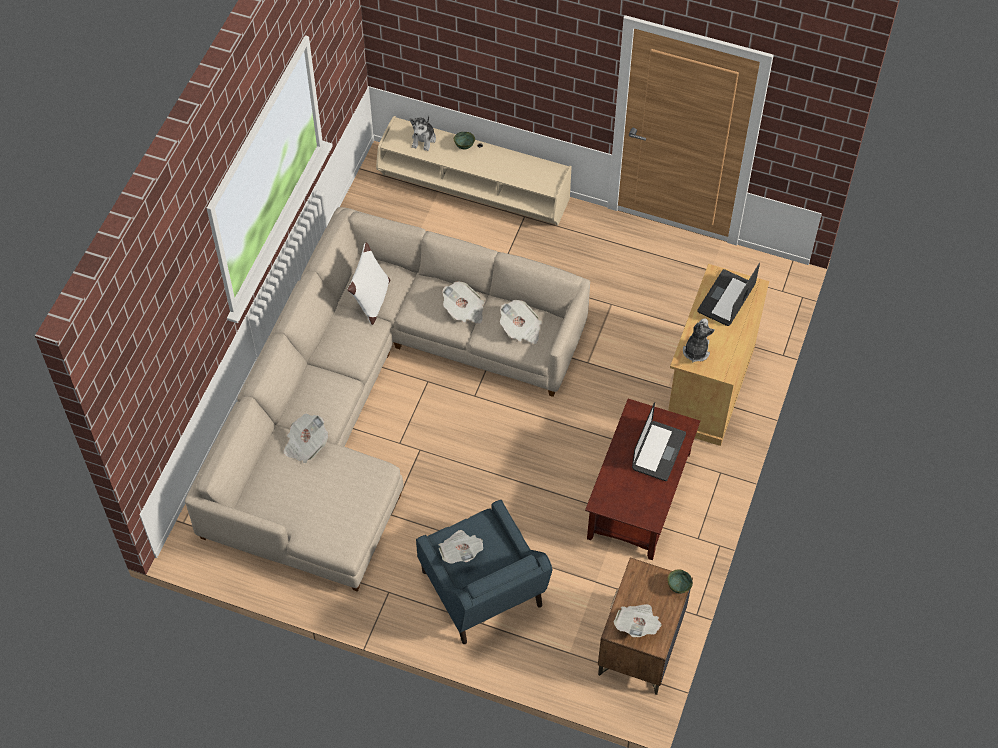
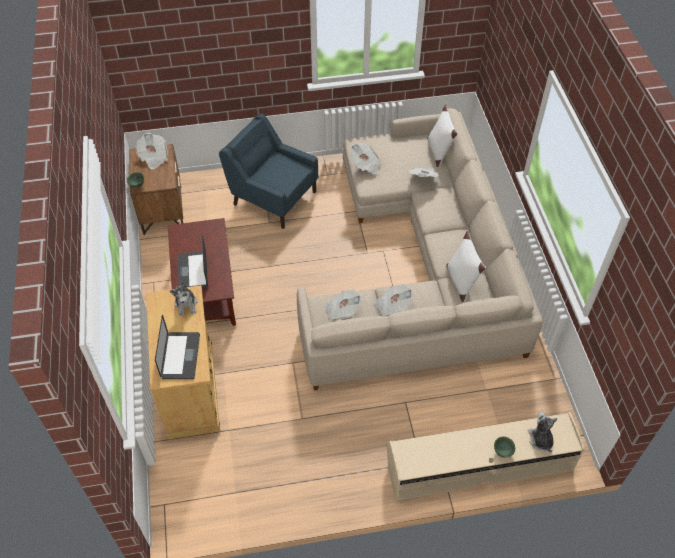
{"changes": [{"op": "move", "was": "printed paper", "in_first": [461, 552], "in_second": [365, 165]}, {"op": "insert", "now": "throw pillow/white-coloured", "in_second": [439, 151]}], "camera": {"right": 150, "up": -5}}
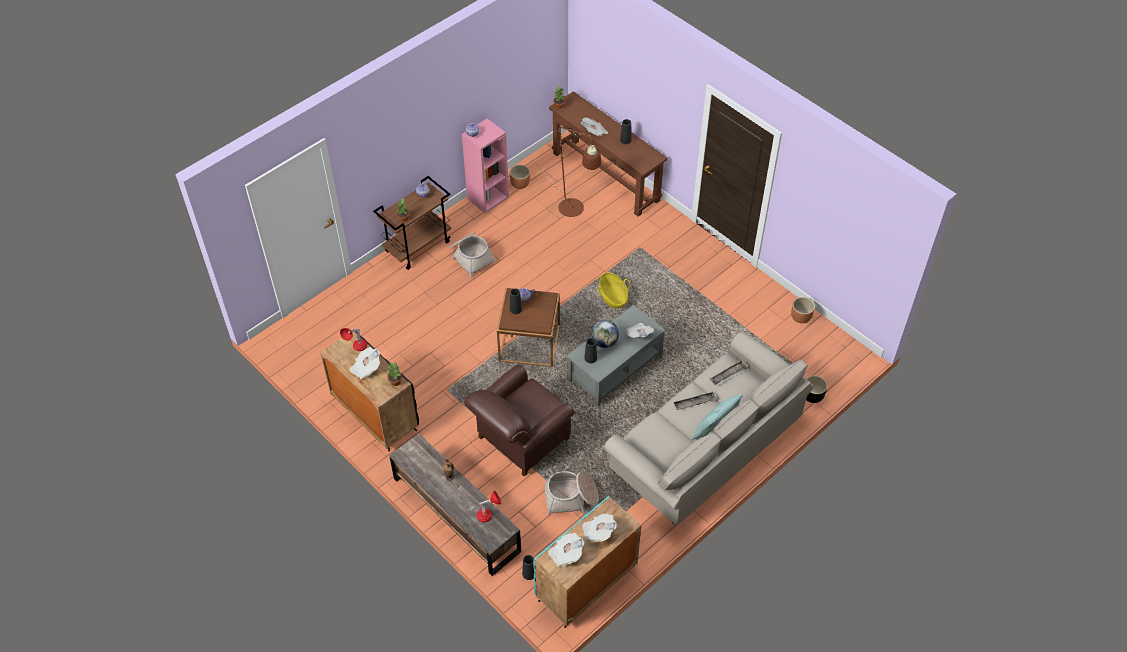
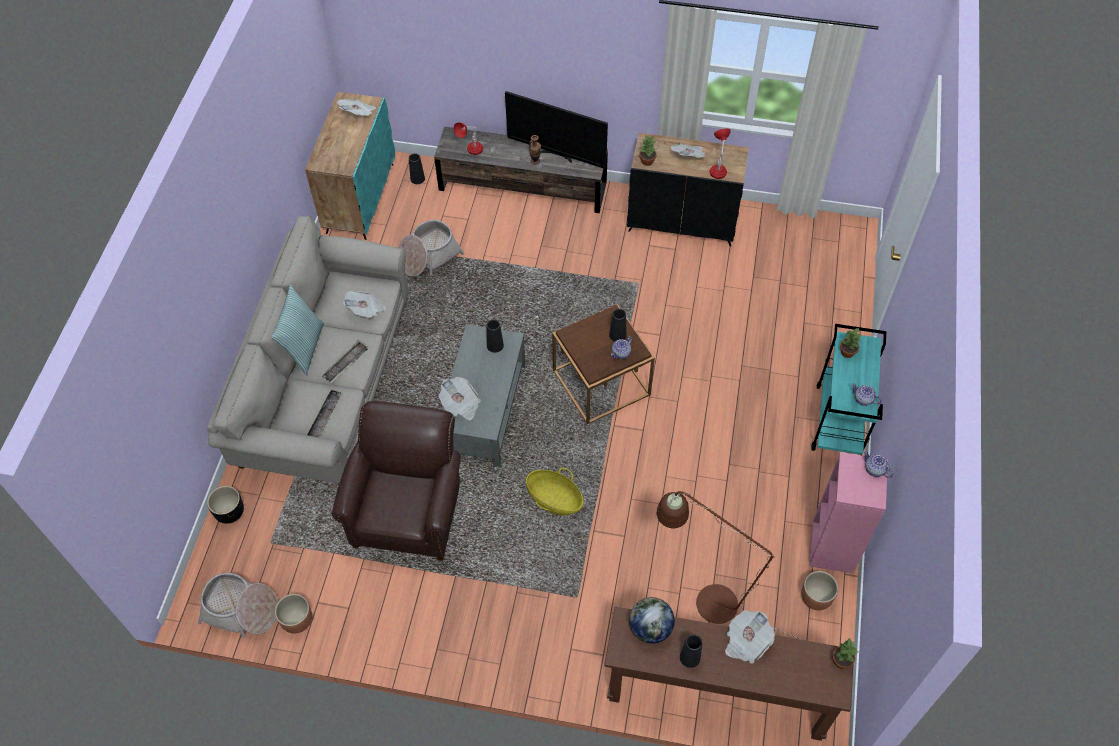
{"changes": [{"op": "recolor", "was": "cart/brown-coloured", "now": "cart/turquoise-coloured", "in_first": [418, 246], "in_second": [839, 422]}, {"op": "move", "was": "storage basket", "in_first": [470, 257], "in_second": [241, 610]}, {"op": "move", "was": "lounge chair/brown-coloured", "in_first": [520, 440], "in_second": [409, 510]}, {"op": "move", "was": "printed paper", "in_first": [598, 532], "in_second": [366, 310]}, {"op": "move", "was": "desk globe", "in_first": [604, 342], "in_second": [650, 628]}, {"op": "insert", "now": "television", "in_second": [557, 155]}], "camera": {"right": 145, "up": 5}}
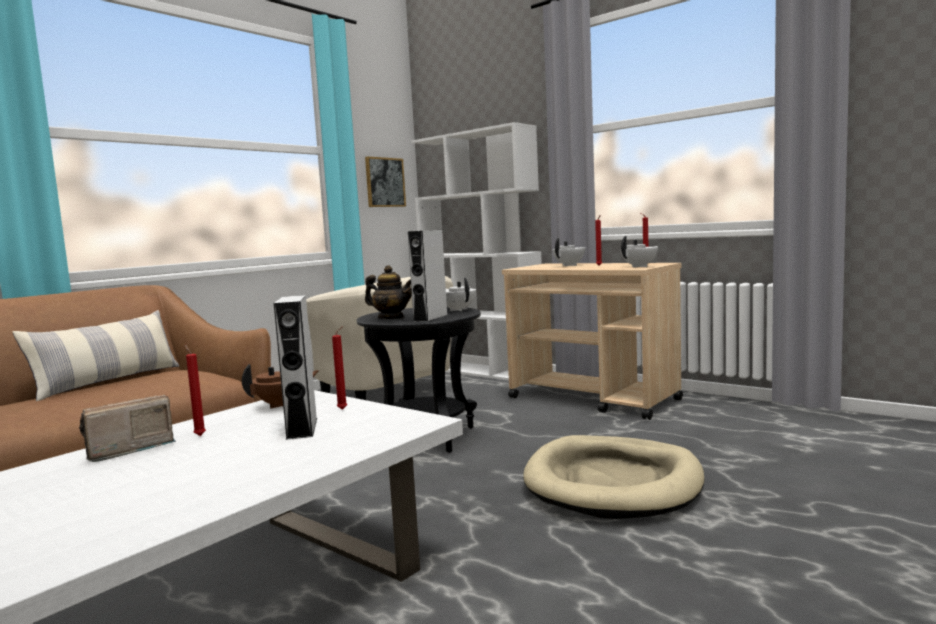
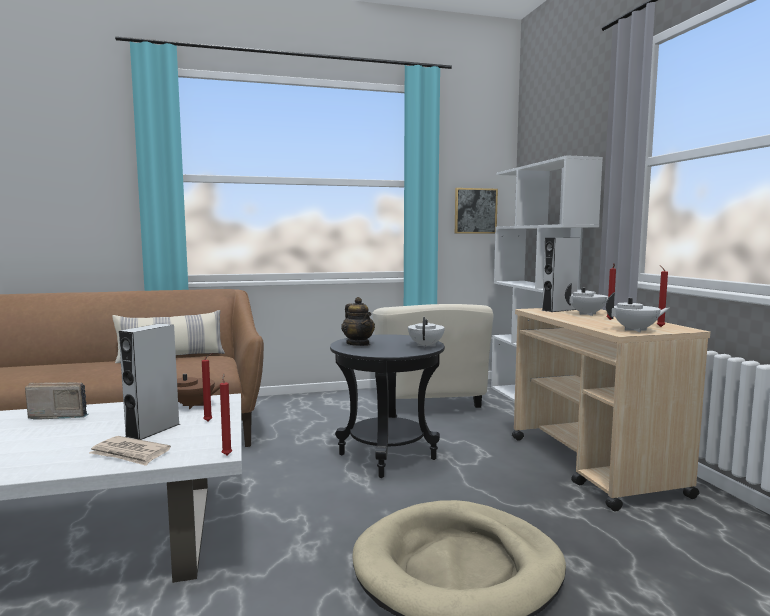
{"changes": [{"op": "move", "was": "candle/red", "in_first": [199, 435], "in_second": [227, 454]}, {"op": "move", "was": "loudspeaker/gray", "in_first": [430, 318], "in_second": [559, 310]}, {"op": "insert", "now": "printed paper", "in_second": [130, 454]}], "camera": {"right": 35, "up": 0}}
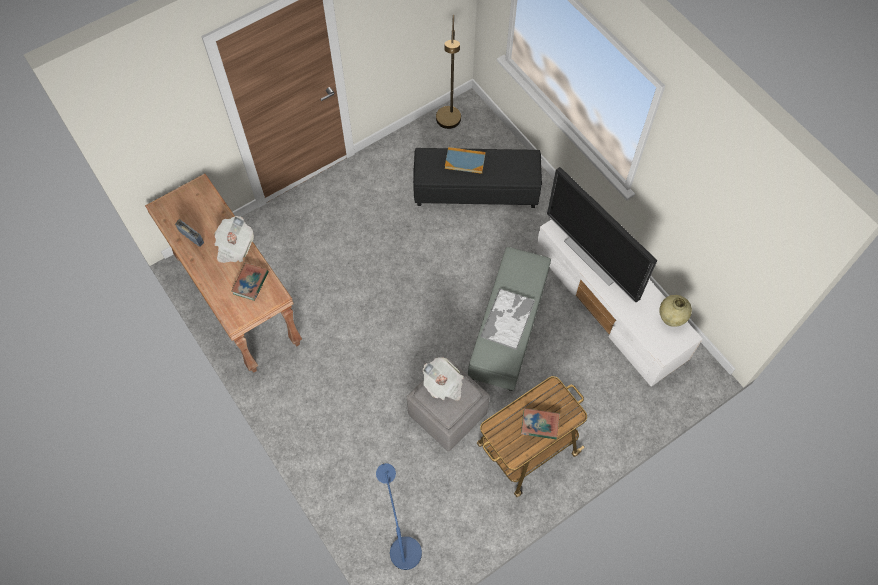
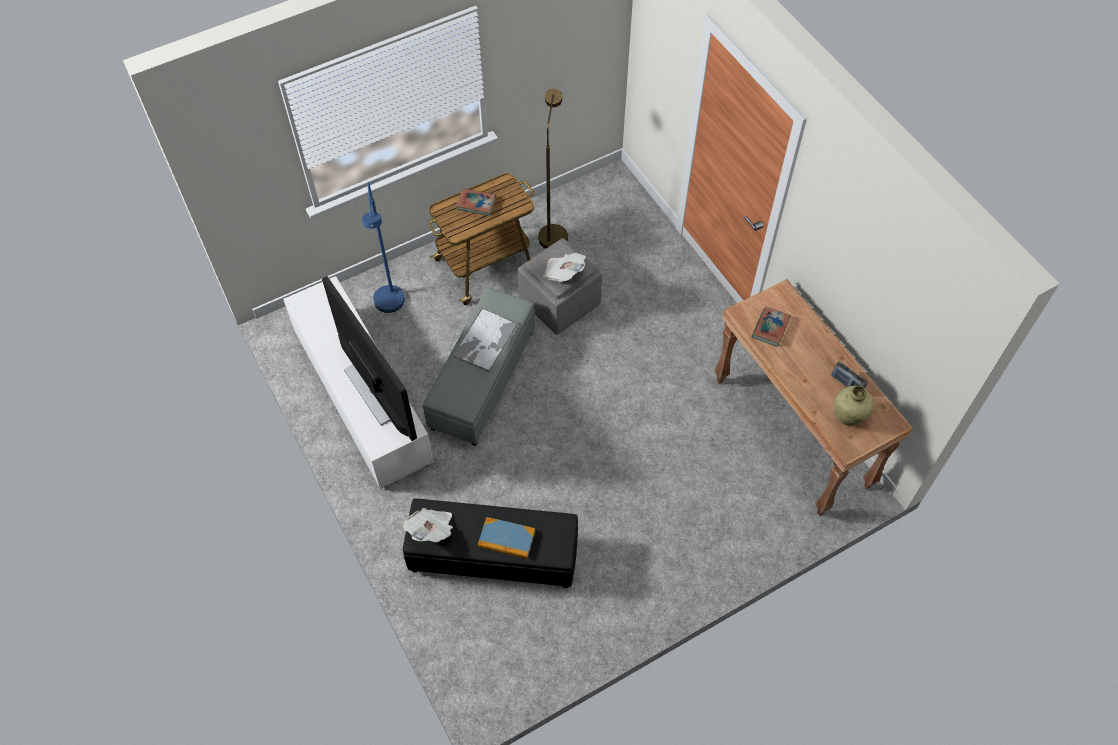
{"changes": [{"op": "move", "was": "printed paper", "in_first": [234, 246], "in_second": [431, 530]}, {"op": "move", "was": "standing lamp/blue-coloured", "in_first": [402, 544], "in_second": [391, 307]}, {"op": "move", "was": "standing lamp/brown-coloured", "in_first": [449, 124], "in_second": [553, 231]}, {"op": "move", "was": "vase/beige", "in_first": [670, 319], "in_second": [848, 416]}], "camera": {"right": -175, "up": -5}}
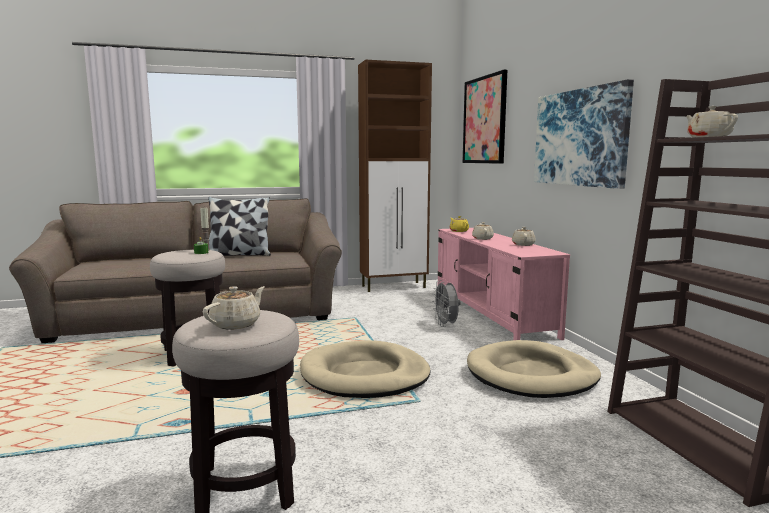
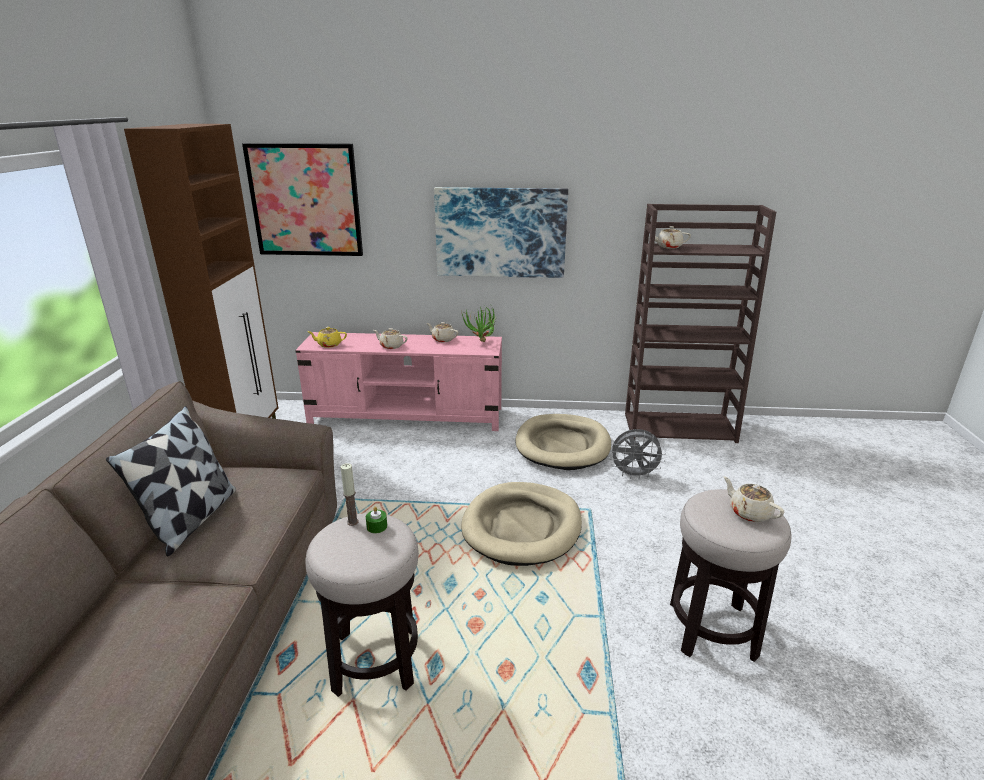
{"changes": [{"op": "move", "was": "electric fan/gray", "in_first": [446, 325], "in_second": [634, 475]}, {"op": "insert", "now": "potted plant", "in_second": [481, 343]}], "camera": {"right": -70, "up": 15}}
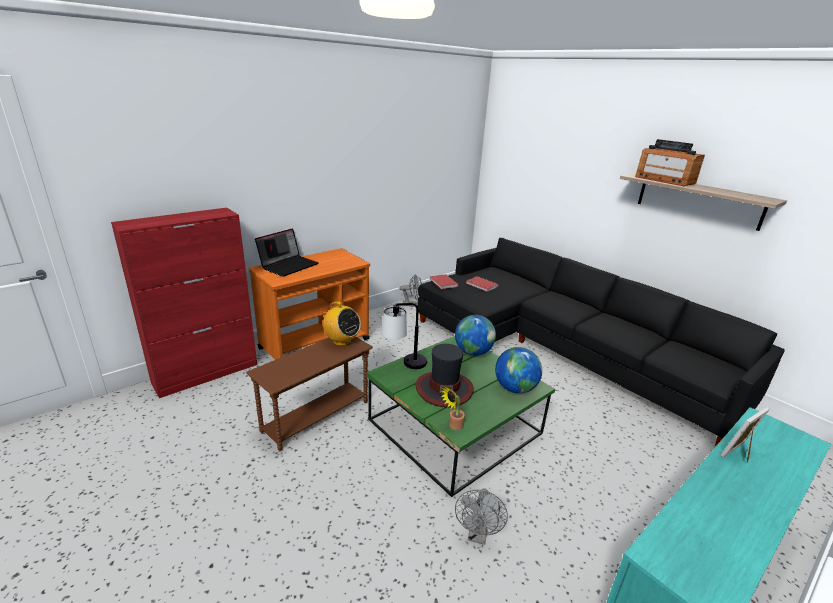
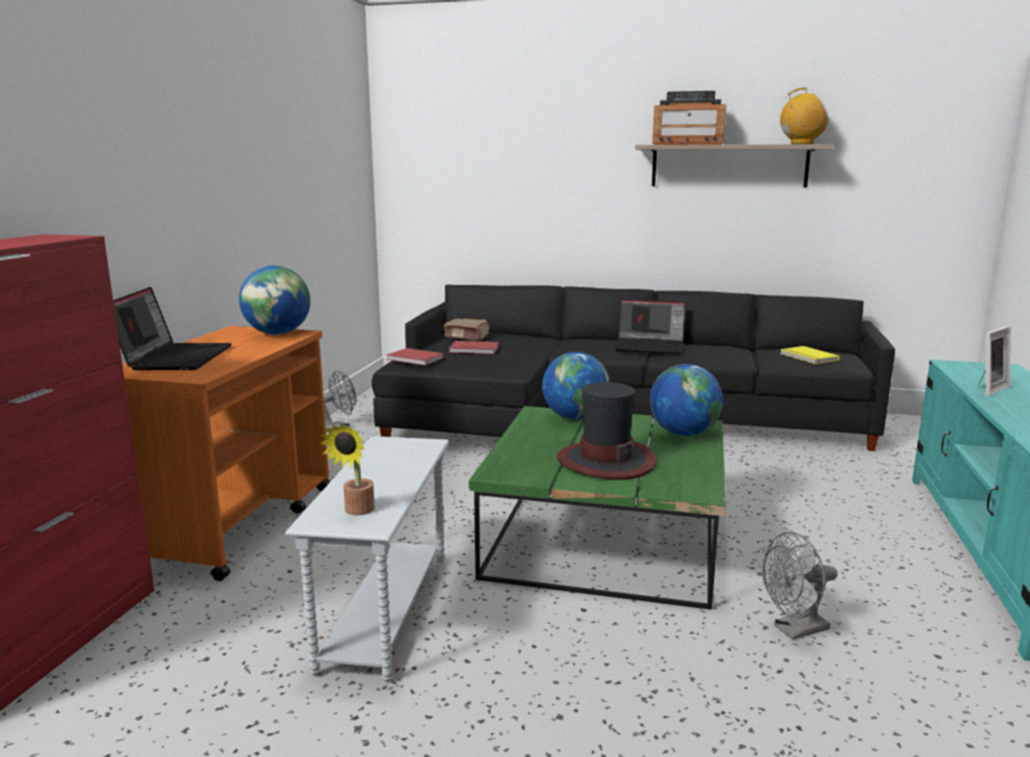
{"changes": [{"op": "recolor", "was": "accent table/brown-coloured", "now": "accent table/white-coloured", "in_first": [316, 416], "in_second": [384, 612]}, {"op": "move", "was": "radio", "in_first": [341, 341], "in_second": [801, 144]}, {"op": "delete", "was": "tabletop lamp", "in_first": [404, 364]}, {"op": "move", "was": "potted plant", "in_first": [453, 426], "in_second": [356, 511]}, {"op": "rotate", "was": "electric fan/gray", "in_first": [478, 535], "in_second": [795, 630], "clockwise": 90}, {"op": "rotate", "was": "picture frame", "in_first": [740, 454], "in_second": [987, 389], "clockwise": -150}, {"op": "insert", "now": "desk globe", "in_second": [278, 333]}, {"op": "insert", "now": "bound book/brown-coloured", "in_second": [467, 337]}, {"op": "insert", "now": "portable computer", "in_second": [650, 347]}, {"op": "insert", "now": "bound book/yellow-coloured", "in_second": [807, 357]}], "camera": {"right": -35, "up": -10}}
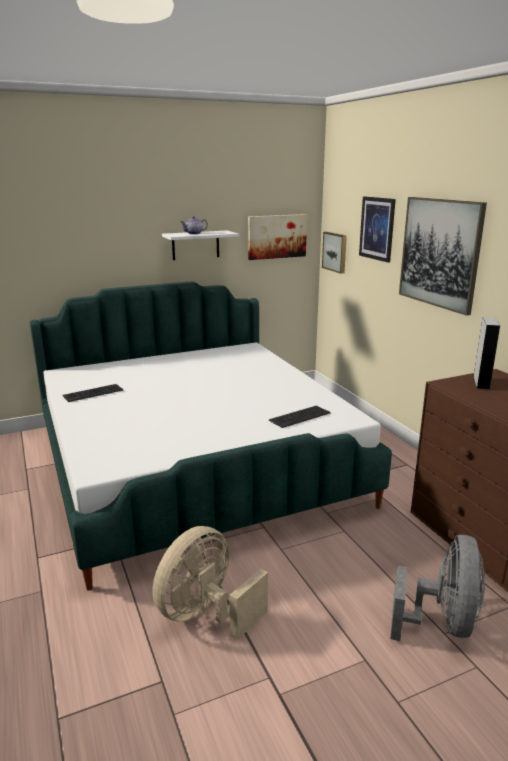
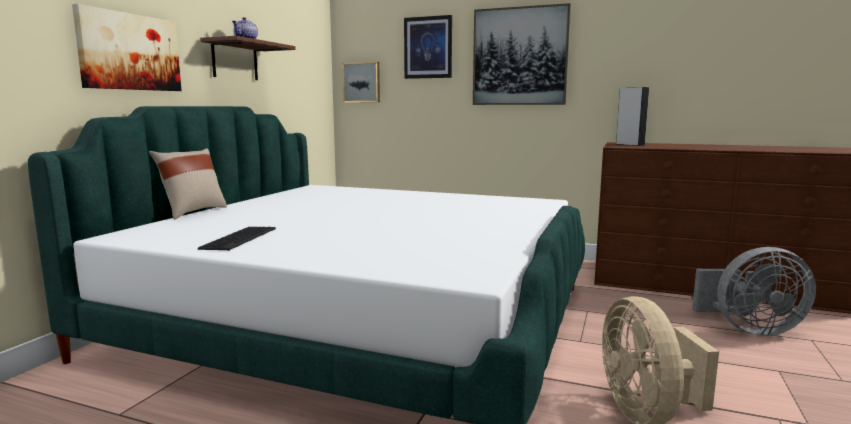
{"changes": [{"op": "recolor", "was": "wall shelf/white-coloured", "now": "wall shelf/brown-coloured", "in_first": [195, 245], "in_second": [235, 61]}, {"op": "move", "was": "wall picture", "in_first": [276, 236], "in_second": [130, 52]}, {"op": "delete", "was": "keyboard", "in_first": [299, 417]}, {"op": "rotate", "was": "electric fan/gray", "in_first": [442, 622], "in_second": [749, 329], "clockwise": 120}, {"op": "insert", "now": "throw pillow/beige", "in_second": [192, 212]}], "camera": {"right": -45, "up": -10}}
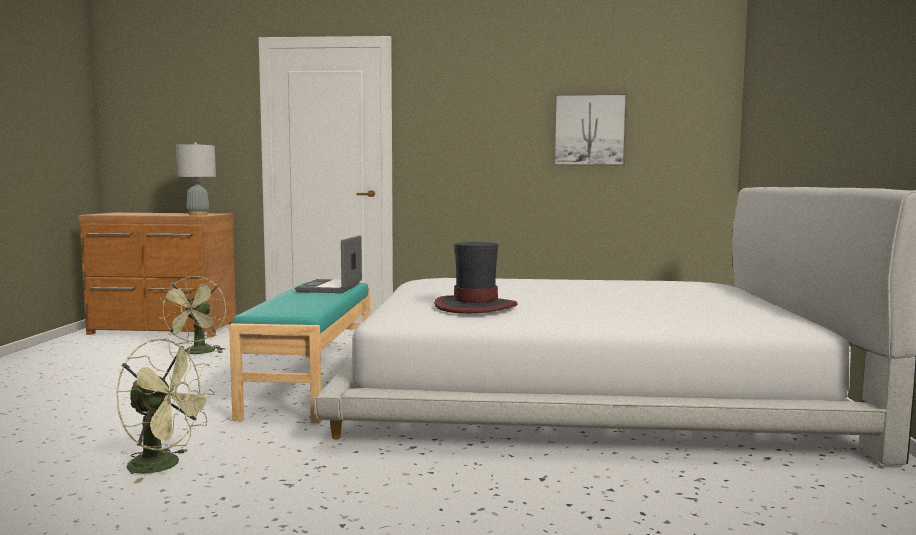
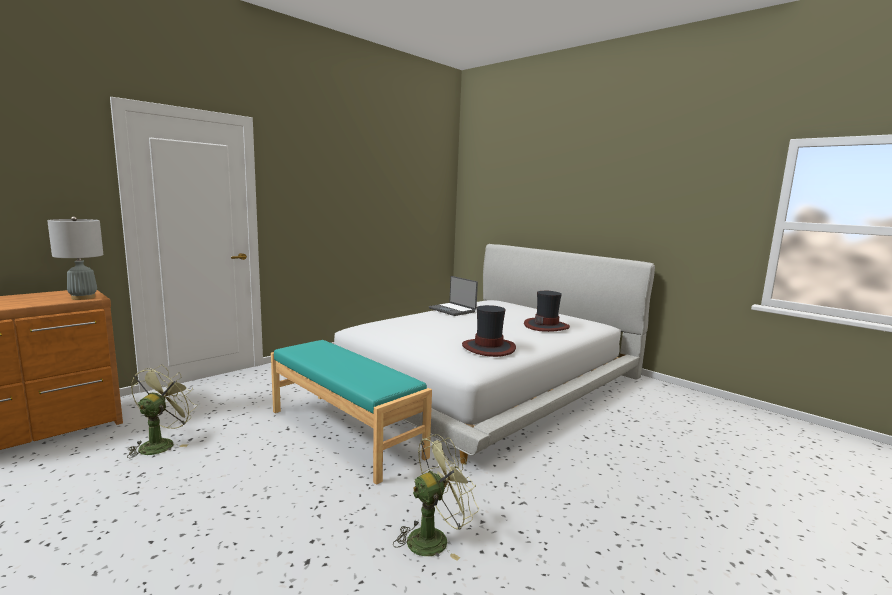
{"changes": [{"op": "rotate", "was": "electric fan/green", "in_first": [198, 353], "in_second": [161, 444], "clockwise": -120}, {"op": "move", "was": "portable computer", "in_first": [331, 288], "in_second": [453, 310]}, {"op": "delete", "was": "wall picture", "in_first": [589, 130]}, {"op": "insert", "now": "clothing hat", "in_second": [546, 326]}], "camera": {"right": -50, "up": 5}}
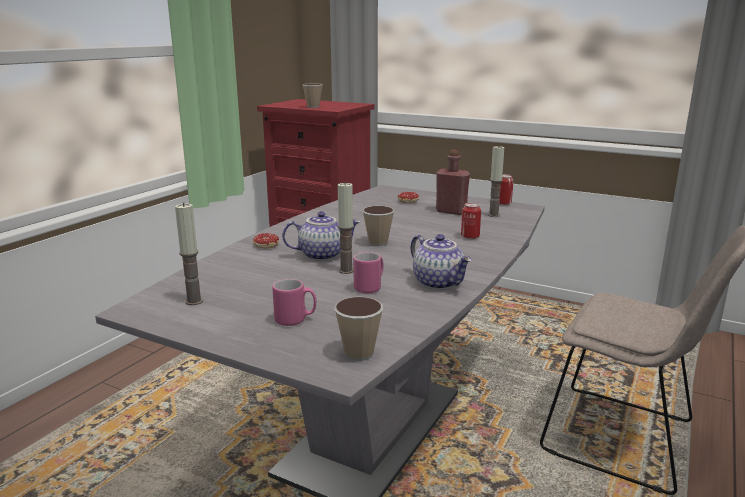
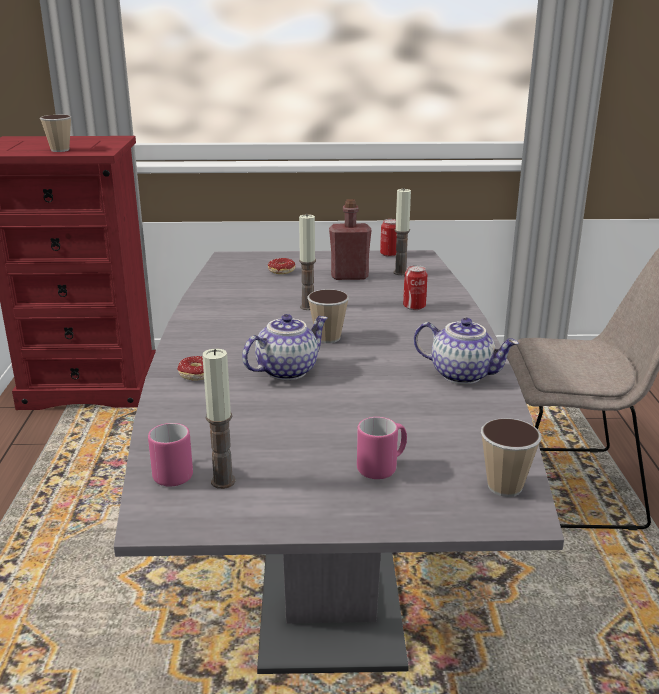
{"changes": [{"op": "move", "was": "candle", "in_first": [346, 270], "in_second": [308, 307]}, {"op": "move", "was": "coffee mug/pinkish", "in_first": [370, 287], "in_second": [175, 472]}], "camera": {"right": -30, "up": 5}}
